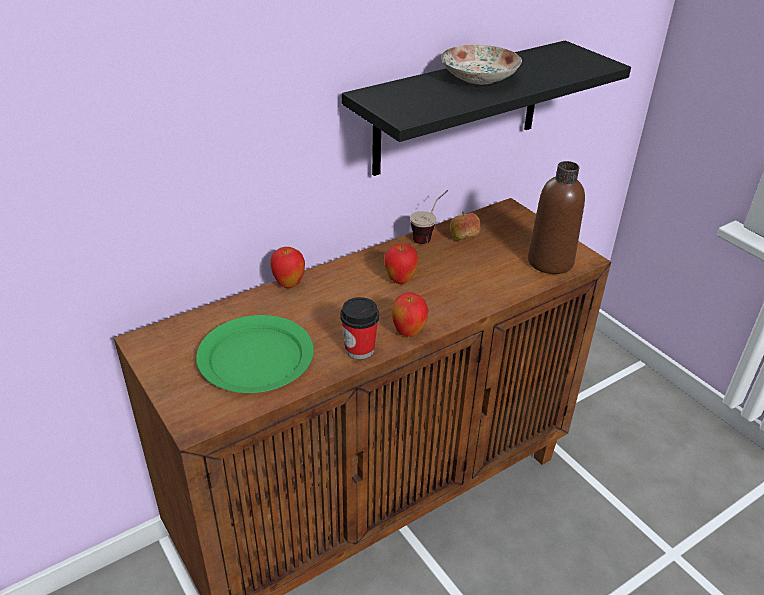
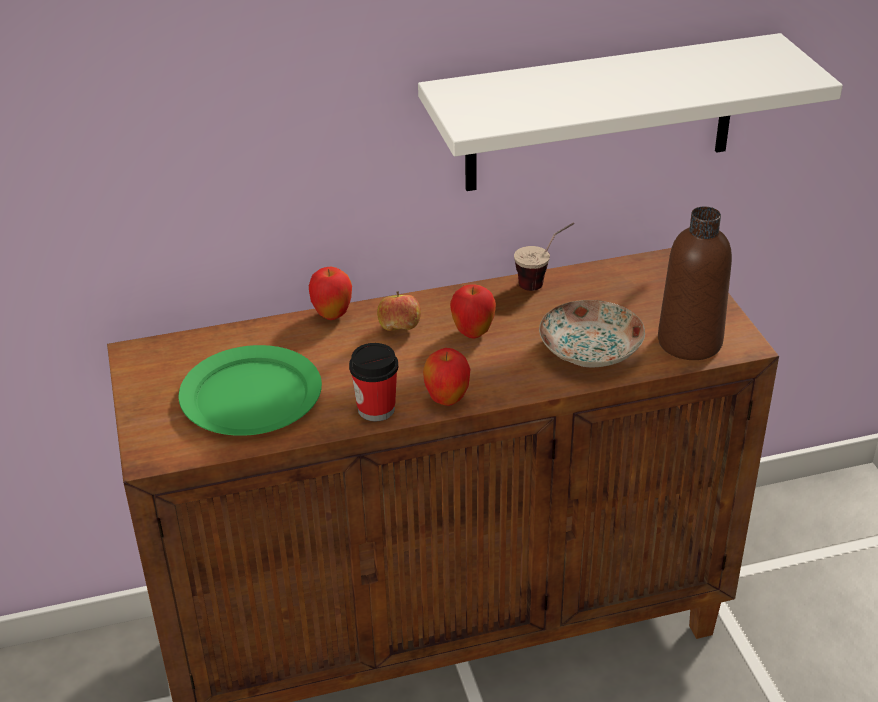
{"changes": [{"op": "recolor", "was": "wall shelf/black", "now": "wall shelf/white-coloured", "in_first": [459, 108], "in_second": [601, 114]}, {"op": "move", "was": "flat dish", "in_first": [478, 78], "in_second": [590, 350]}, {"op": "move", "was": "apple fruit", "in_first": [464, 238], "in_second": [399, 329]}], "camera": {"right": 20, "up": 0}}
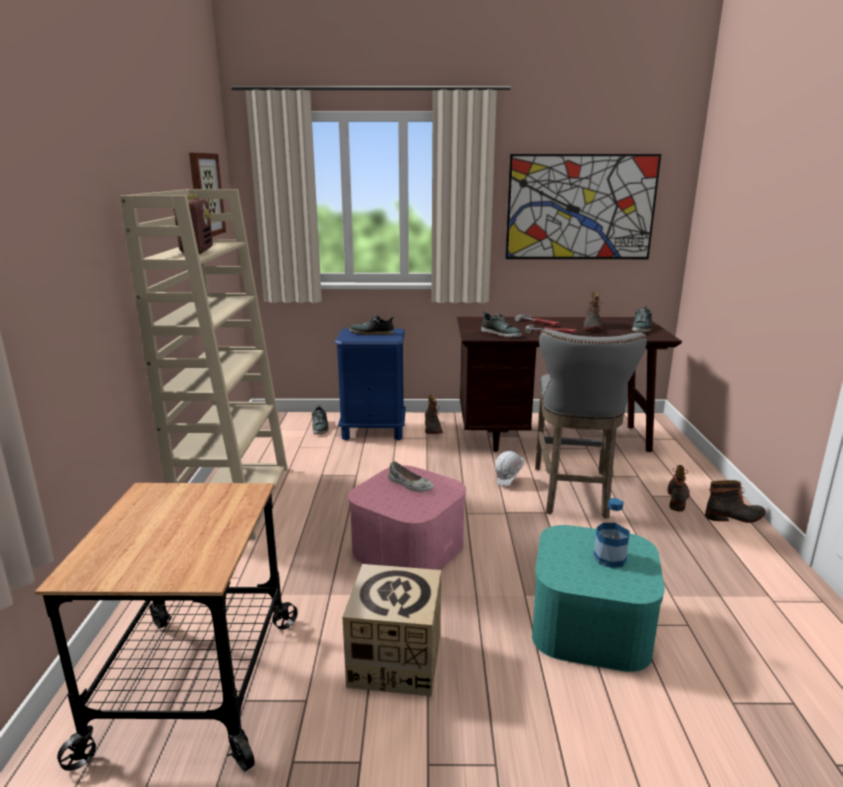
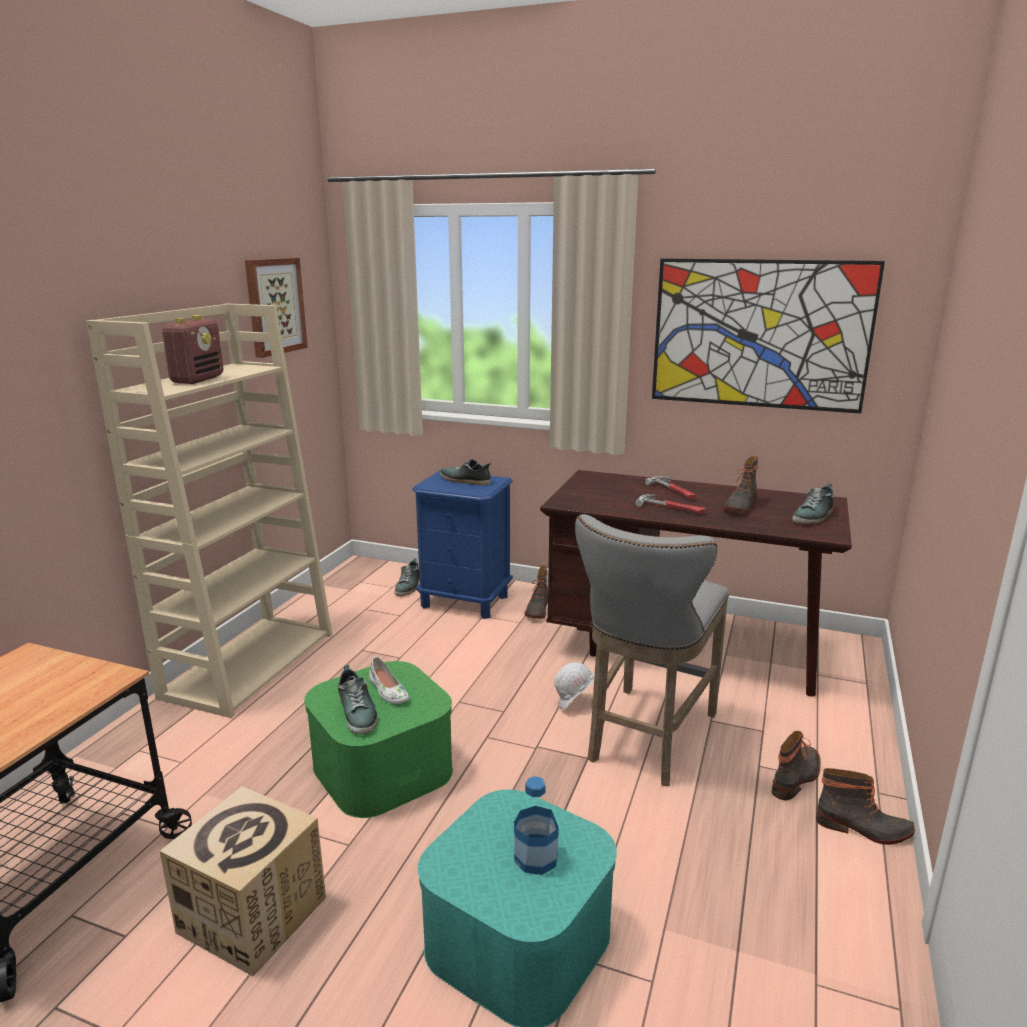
{"changes": [{"op": "recolor", "was": "storage container/pinkish", "now": "storage container/green", "in_first": [408, 547], "in_second": [382, 767]}, {"op": "move", "was": "shoe", "in_first": [501, 333], "in_second": [358, 713]}], "camera": {"right": 20, "up": 0}}
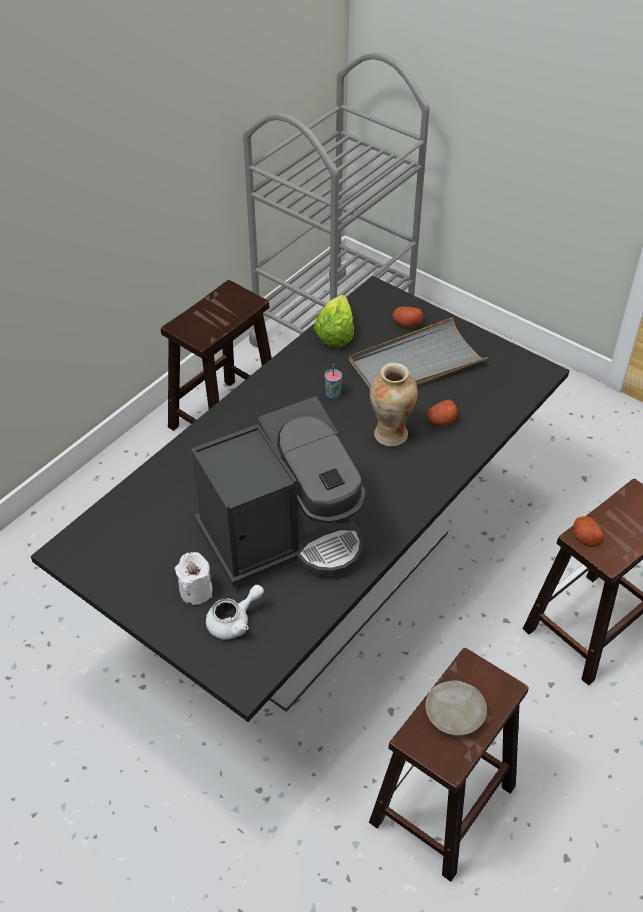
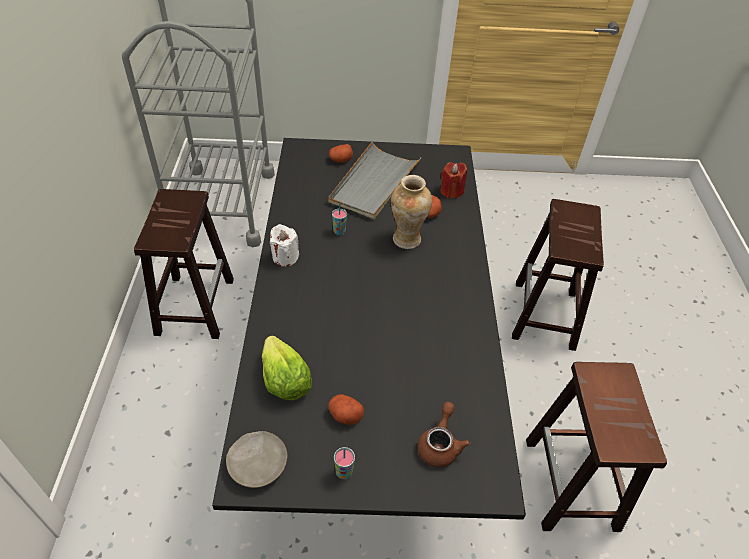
{"changes": [{"op": "move", "was": "candle/white-coloured", "in_first": [196, 591], "in_second": [285, 257]}, {"op": "delete", "was": "coffee maker", "in_first": [283, 535]}, {"op": "recolor", "was": "tea pot/white-coloured", "now": "tea pot/brown-coloured", "in_first": [234, 621], "in_second": [440, 444]}, {"op": "move", "was": "lettuce head", "in_first": [335, 333], "in_second": [284, 380]}, {"op": "move", "was": "flat dish/beige", "in_first": [455, 713], "in_second": [258, 463]}, {"op": "move", "was": "potato", "in_first": [585, 537], "in_second": [345, 415]}, {"op": "insert", "now": "drinking cup", "in_second": [344, 472]}, {"op": "insert", "now": "candle/red", "in_second": [451, 191]}], "camera": {"right": -40, "up": 0}}
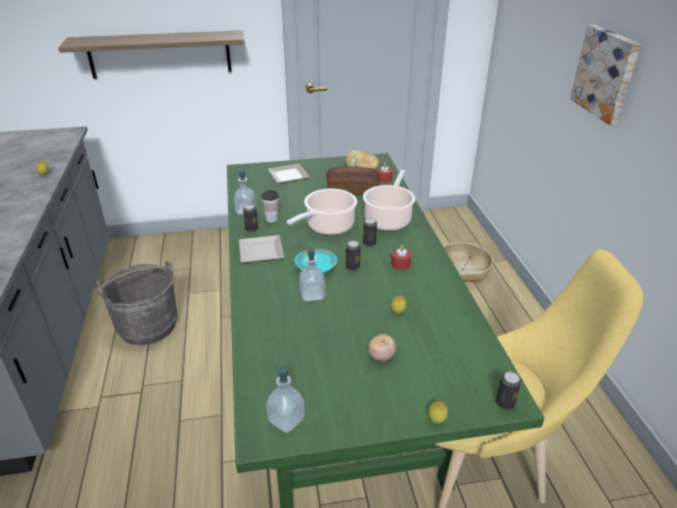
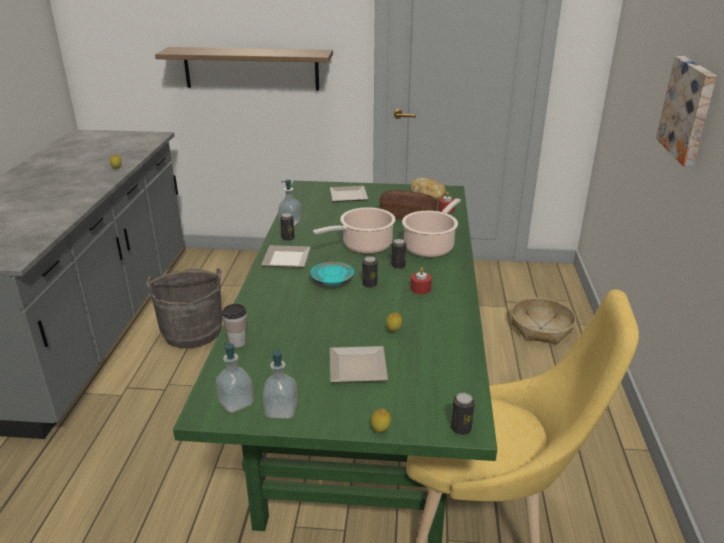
{"changes": [{"op": "move", "was": "drinking cup", "in_first": [271, 219], "in_second": [237, 342]}, {"op": "move", "was": "soap dispenser", "in_first": [312, 295], "in_second": [281, 410]}, {"op": "replace", "was": "whole tomato", "now": "flat dish", "in_first": [381, 356], "in_second": [355, 366]}], "camera": {"right": 15, "up": -5}}
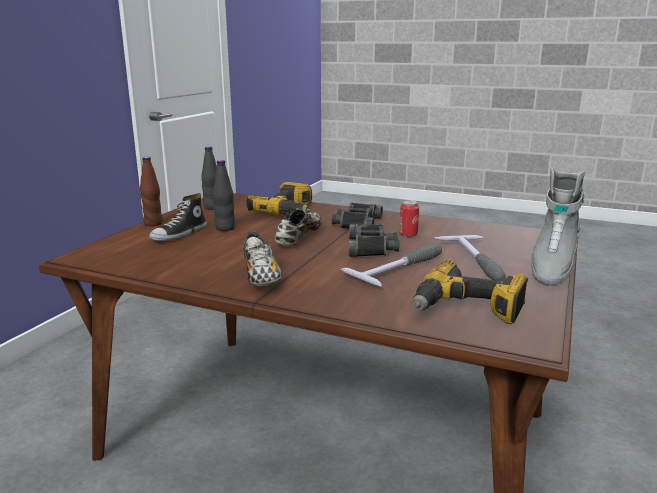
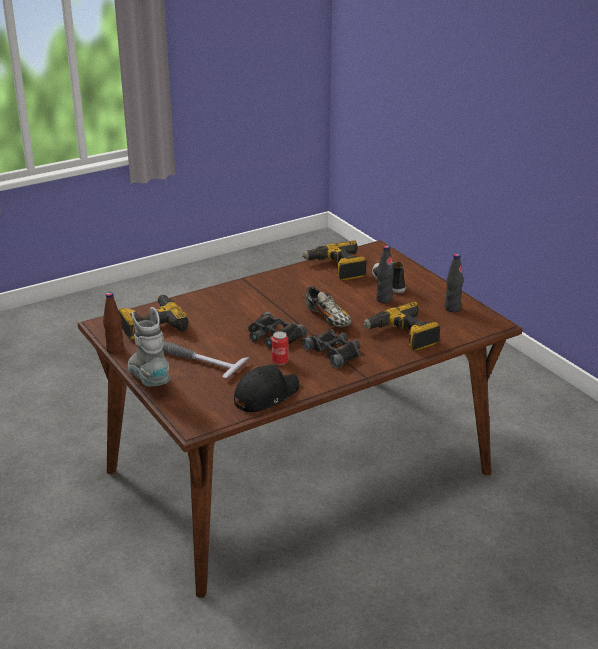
{"changes": [{"op": "move", "was": "beverage bottle/brown-coloured", "in_first": [153, 223], "in_second": [115, 350]}, {"op": "delete", "was": "shoe", "in_first": [261, 277]}, {"op": "delete", "was": "hammer", "in_first": [402, 268]}, {"op": "insert", "now": "peaked cap/black", "in_second": [265, 396]}, {"op": "insert", "now": "drill", "in_second": [337, 268]}], "camera": {"right": 125, "up": 10}}
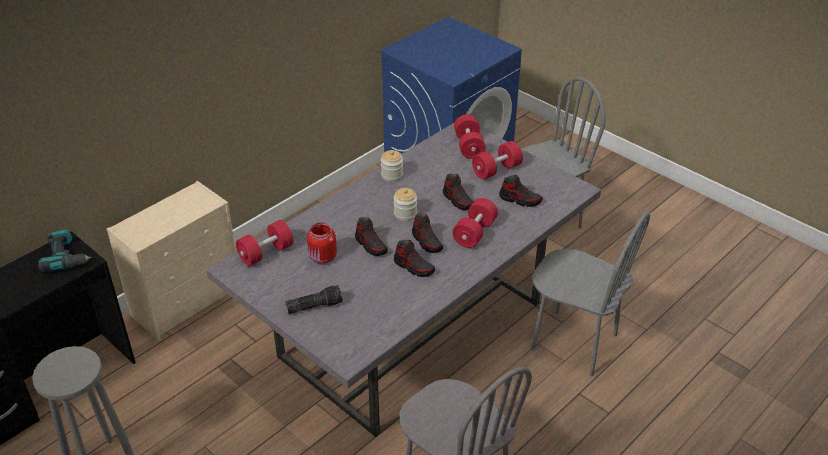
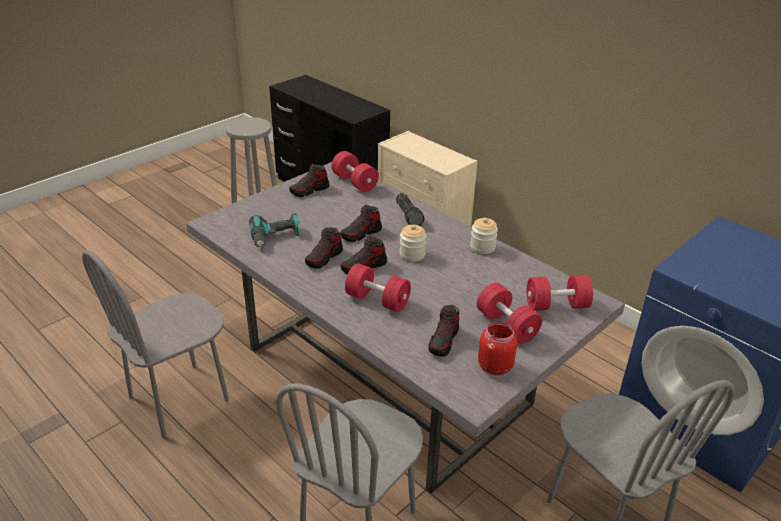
{"changes": [{"op": "move", "was": "drill", "in_first": [66, 257], "in_second": [275, 237]}, {"op": "move", "was": "hand torch", "in_first": [314, 305], "in_second": [409, 215]}, {"op": "move", "was": "preserve jar/red", "in_first": [322, 258], "in_second": [493, 367]}, {"op": "move", "was": "shoe", "in_first": [458, 200], "in_second": [309, 190]}], "camera": {"right": 90, "up": -5}}
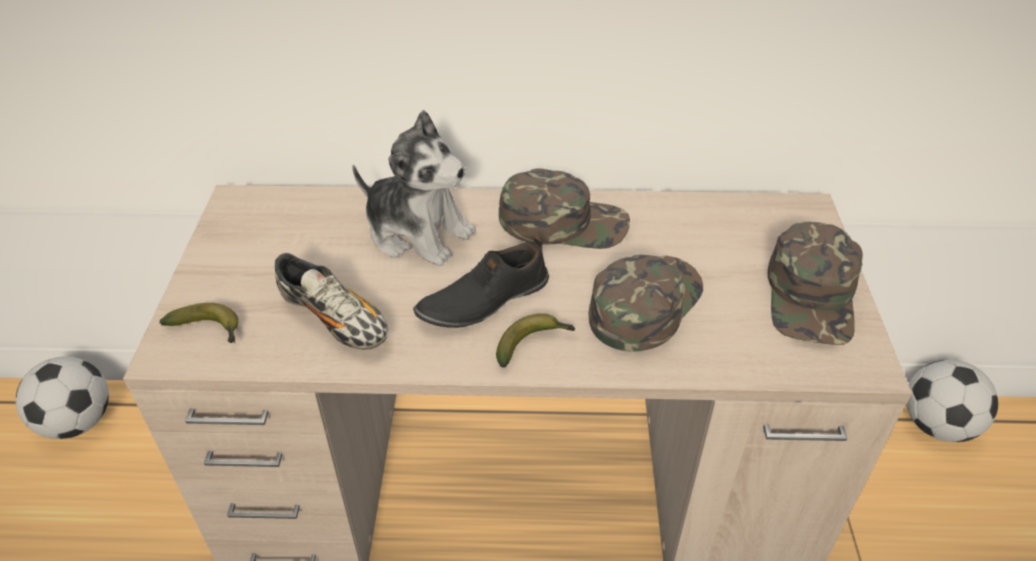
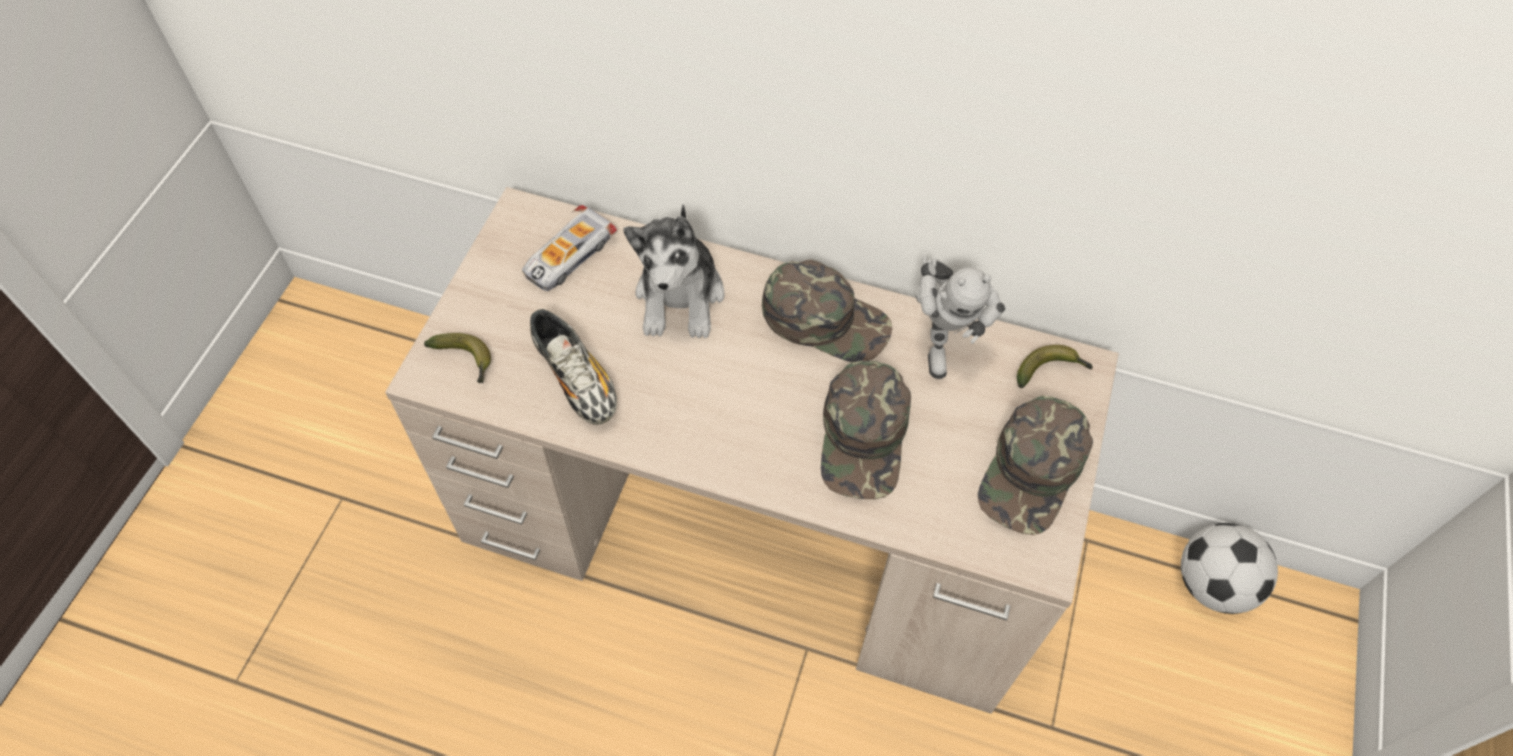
{"changes": [{"op": "delete", "was": "football ball", "in_first": [78, 422]}, {"op": "rotate", "was": "soft toy", "in_first": [418, 233], "in_second": [680, 297], "clockwise": 45}, {"op": "delete", "was": "shoe/black", "in_first": [483, 299]}, {"op": "move", "was": "whole banana", "in_first": [533, 344], "in_second": [1051, 371]}, {"op": "rotate", "was": "peaked cap/green", "in_first": [644, 304], "in_second": [864, 438], "clockwise": 135}, {"op": "insert", "now": "toy car", "in_second": [568, 256]}, {"op": "insert", "now": "model robot", "in_second": [941, 342]}], "camera": {"right": 15, "up": 15}}
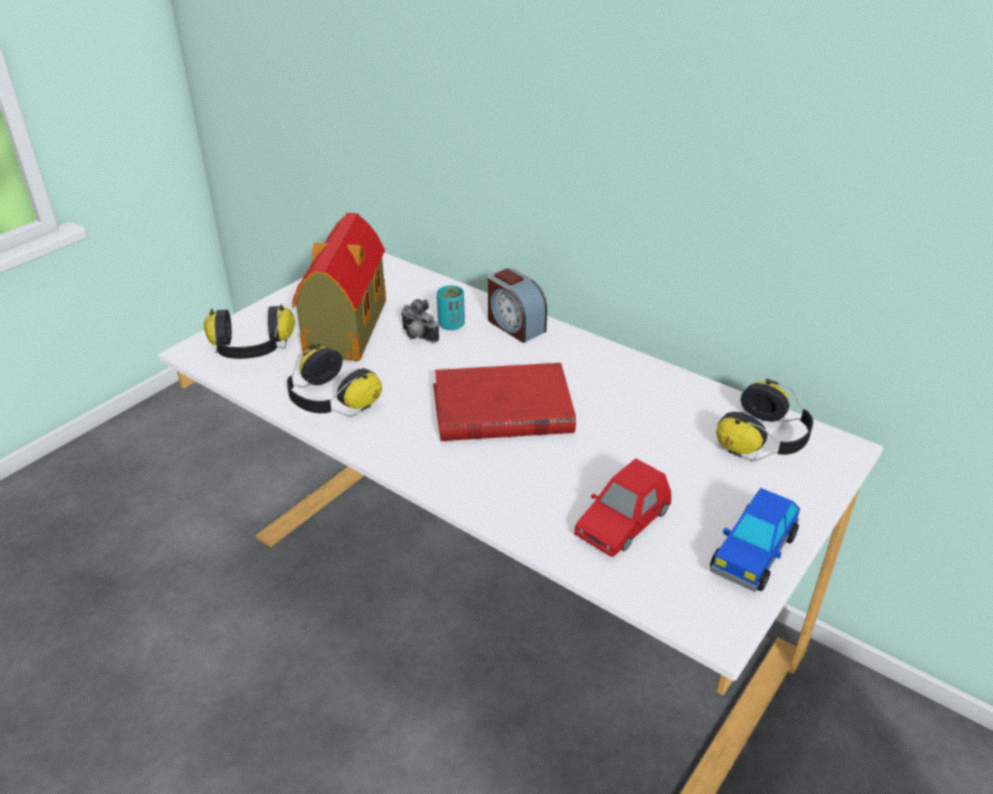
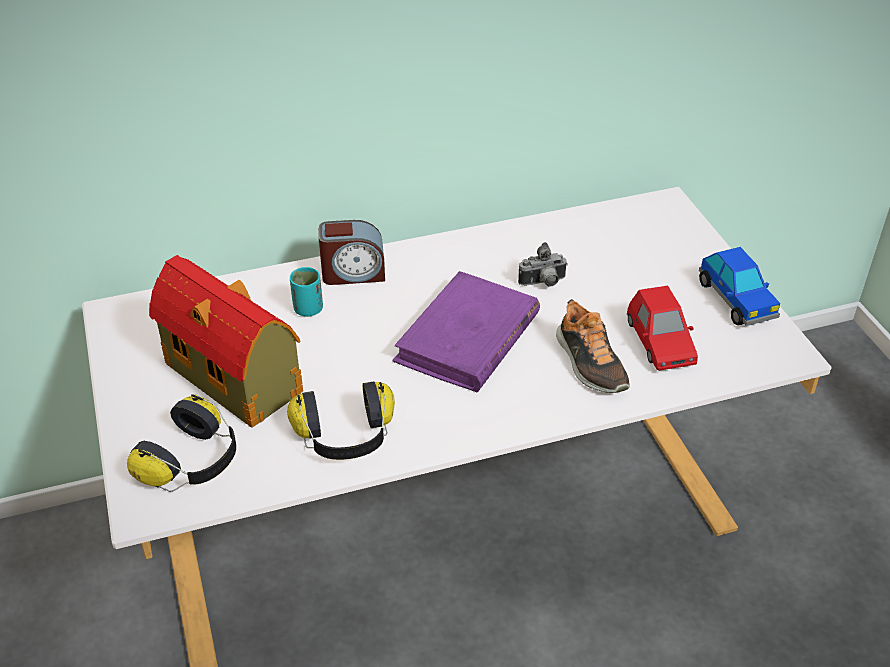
{"changes": [{"op": "move", "was": "photo camera", "in_first": [417, 337], "in_second": [543, 283]}, {"op": "recolor", "was": "bound book/red", "now": "bound book/purple-coloured", "in_first": [501, 409], "in_second": [467, 338]}, {"op": "delete", "was": "headset", "in_first": [765, 439]}, {"op": "insert", "now": "shoe", "in_second": [589, 363]}], "camera": {"right": -55, "up": 5}}
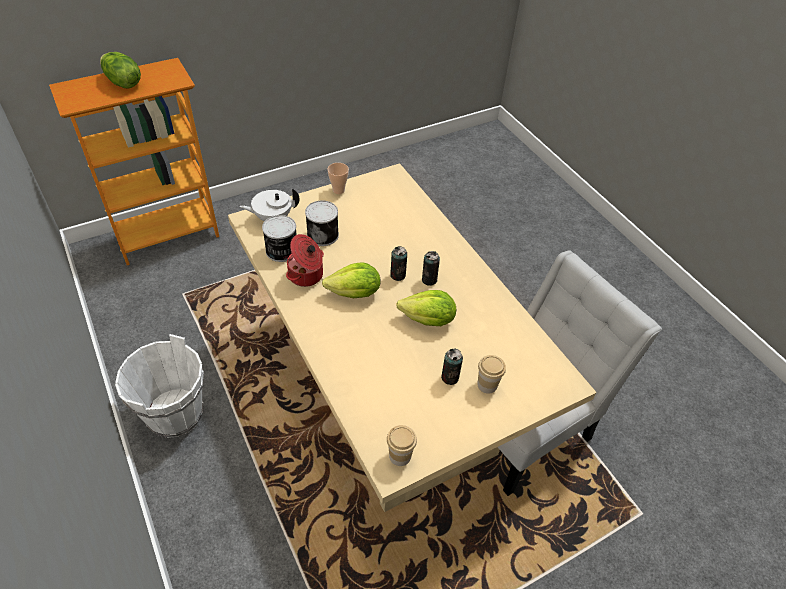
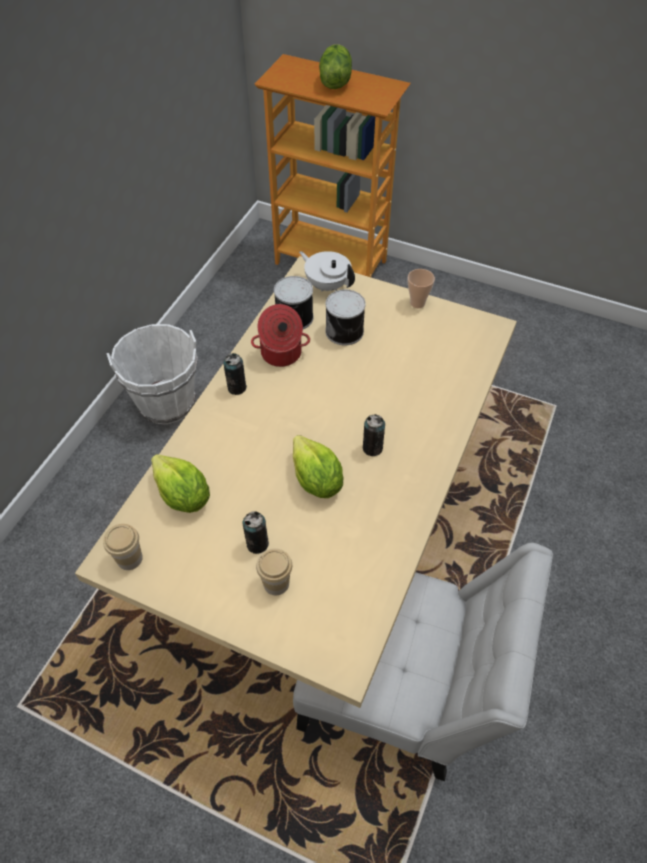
{"changes": [{"op": "move", "was": "lettuce head", "in_first": [355, 293], "in_second": [183, 496]}, {"op": "move", "was": "metal can", "in_first": [398, 275], "in_second": [237, 387]}], "camera": {"right": 55, "up": 5}}
